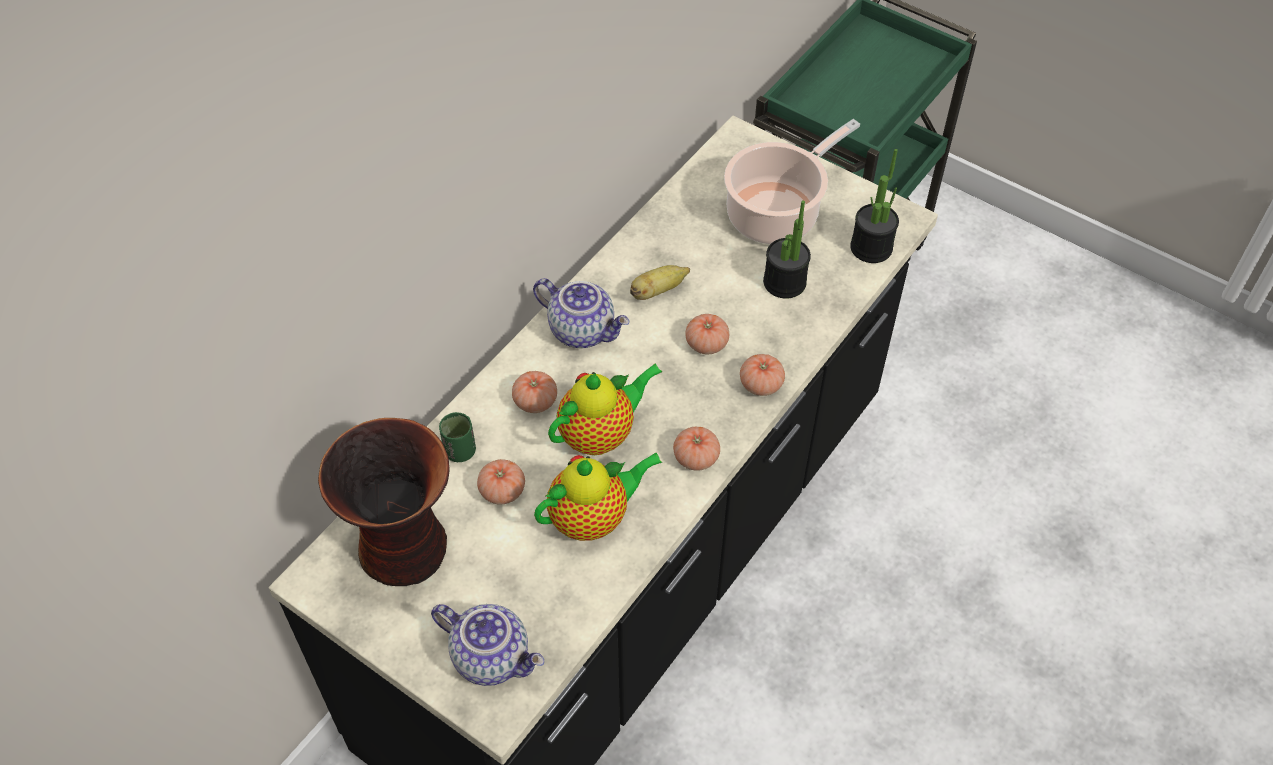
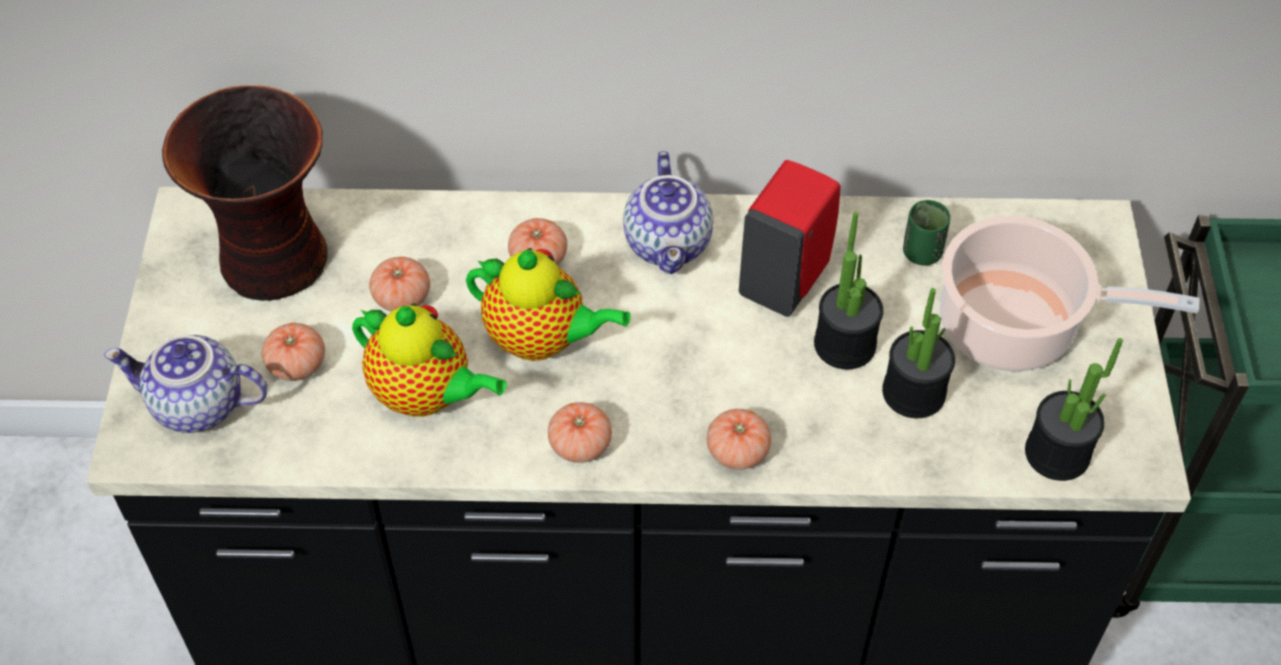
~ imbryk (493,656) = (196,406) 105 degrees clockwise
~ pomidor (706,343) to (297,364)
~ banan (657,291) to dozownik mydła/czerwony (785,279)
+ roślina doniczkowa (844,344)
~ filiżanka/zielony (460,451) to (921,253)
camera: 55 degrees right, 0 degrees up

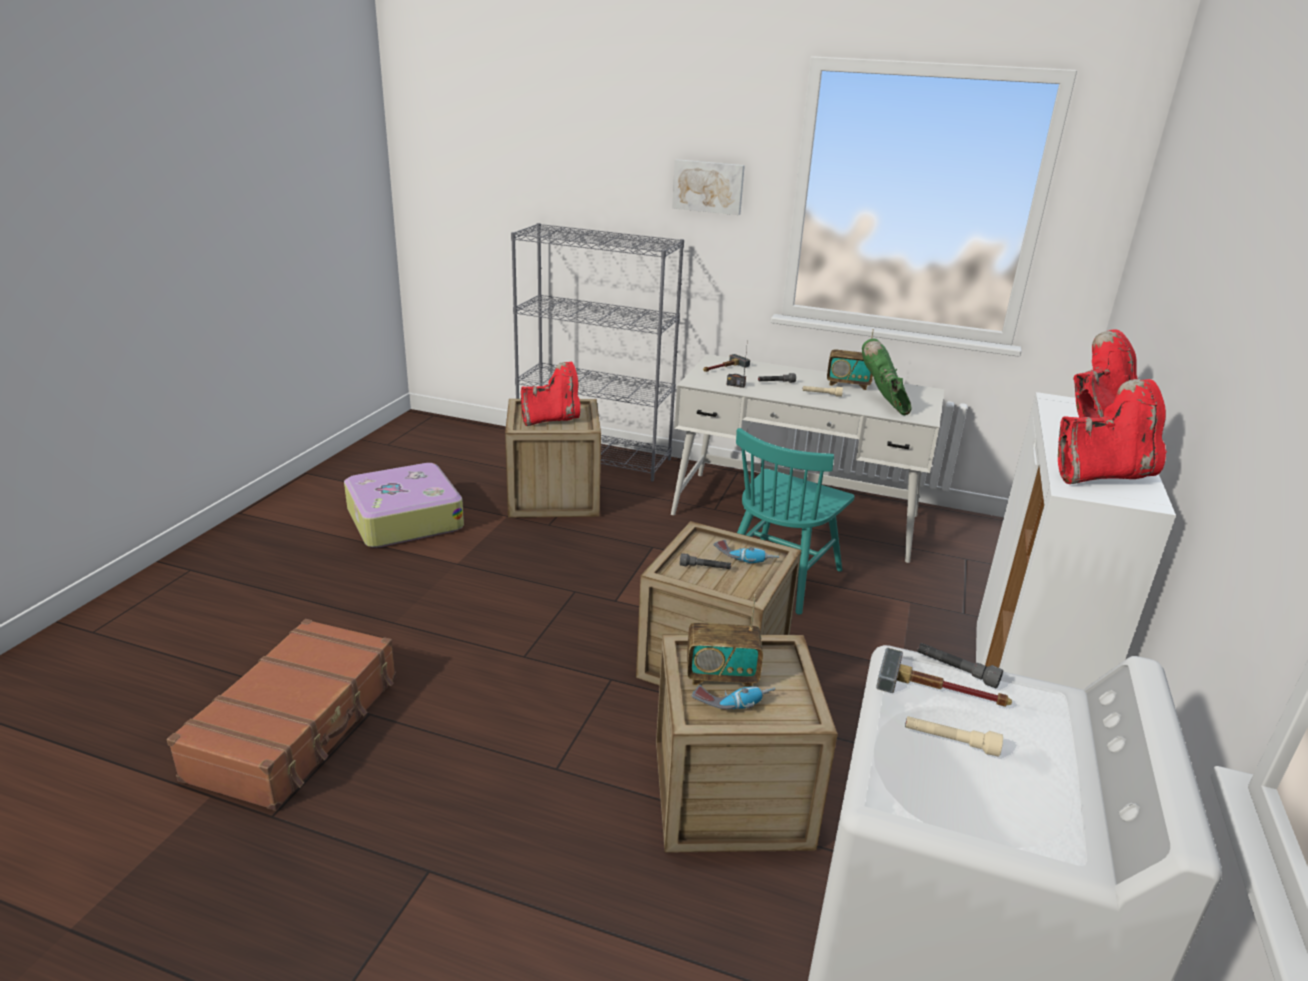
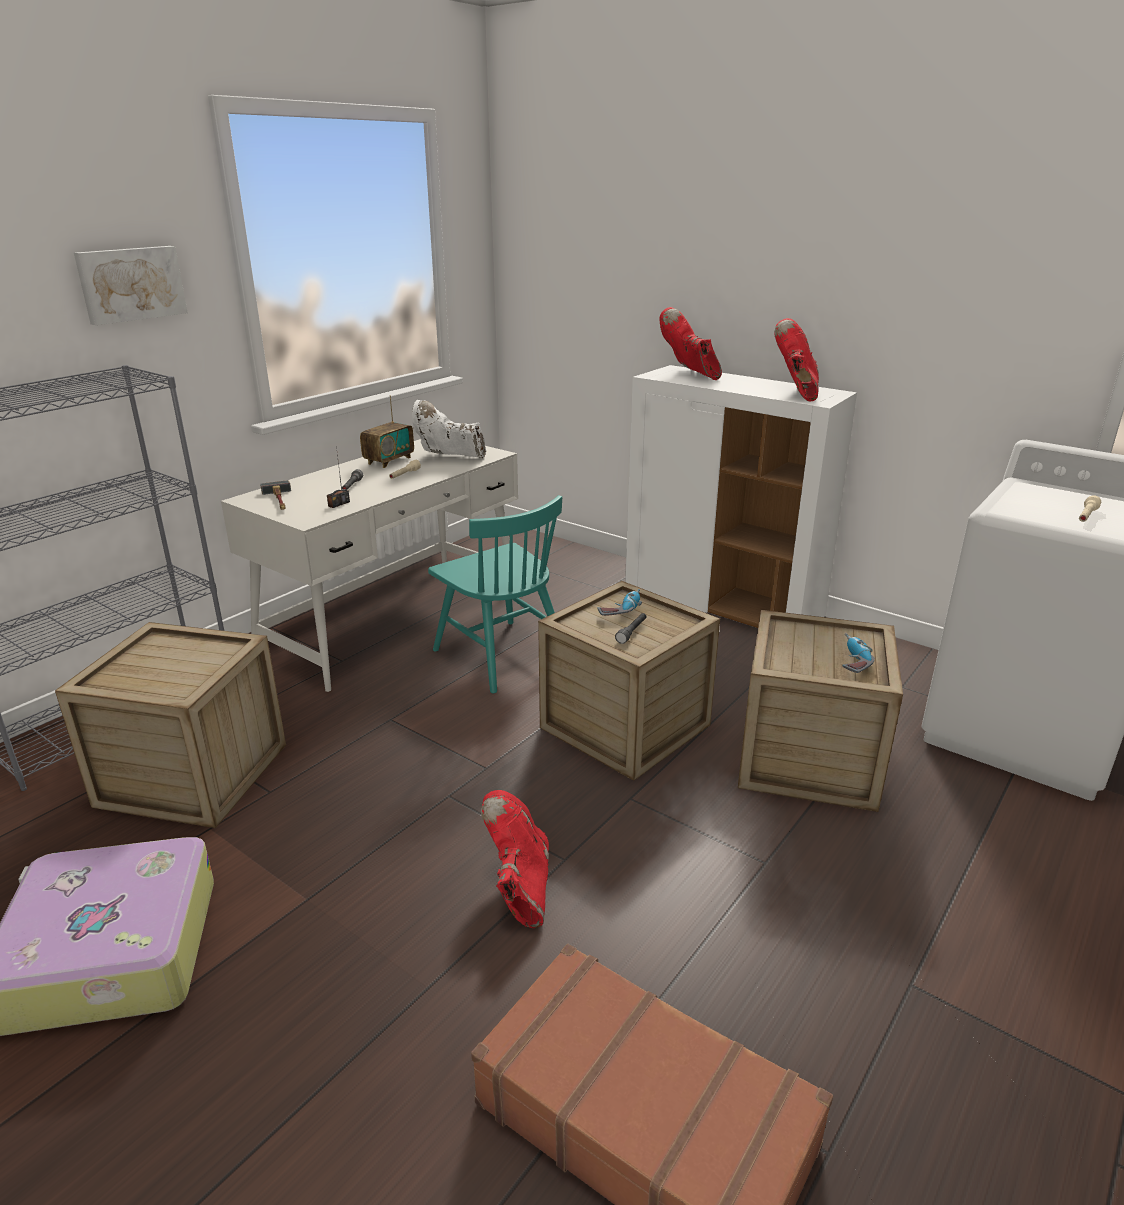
~ but z cholewką/zielony (884,403) to but z cholewką/biały (449,458)
~ but z cholewką/czerwony (552,419) to (520,889)
- radio (721,675)
- młotek (943,691)
- latarka/szary (956,671)
camera: 70 degrees left, 0 degrees up

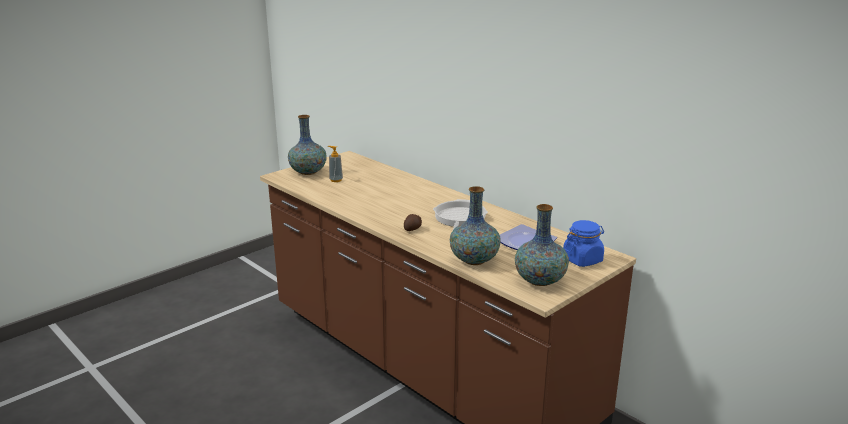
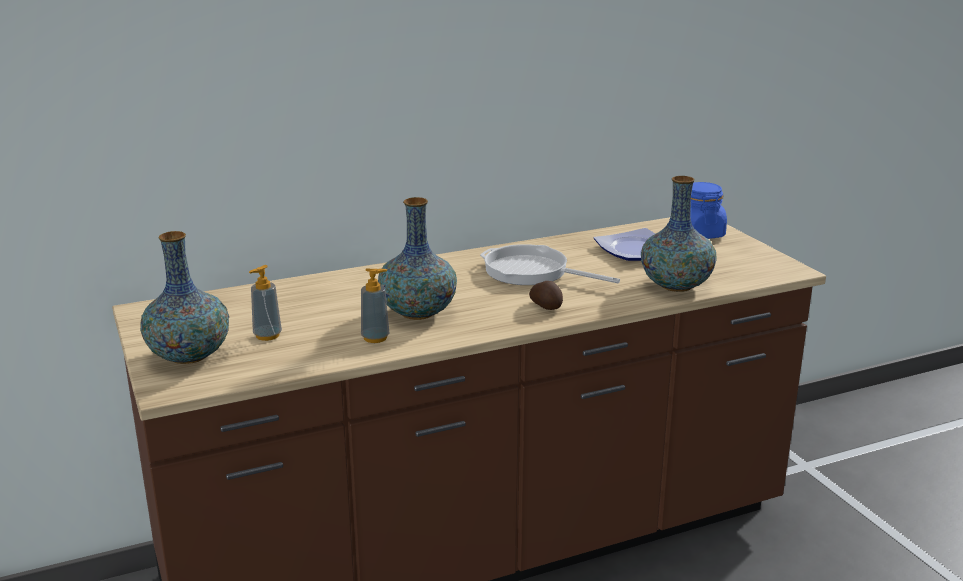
+ dozownik mydła (375,338)
~ wazon (540,280) to (418,313)
camera: 70 degrees left, 0 degrees up

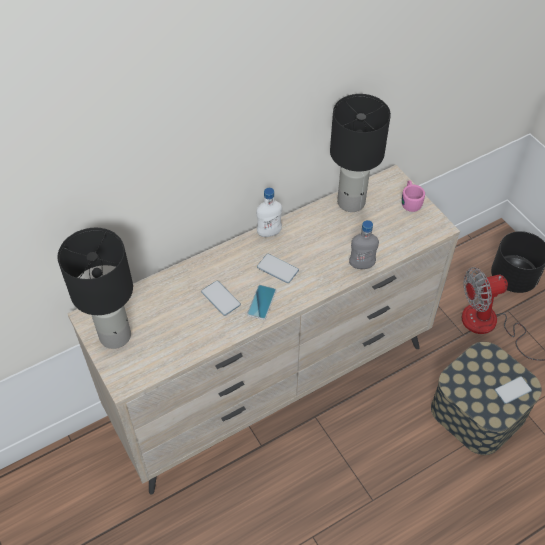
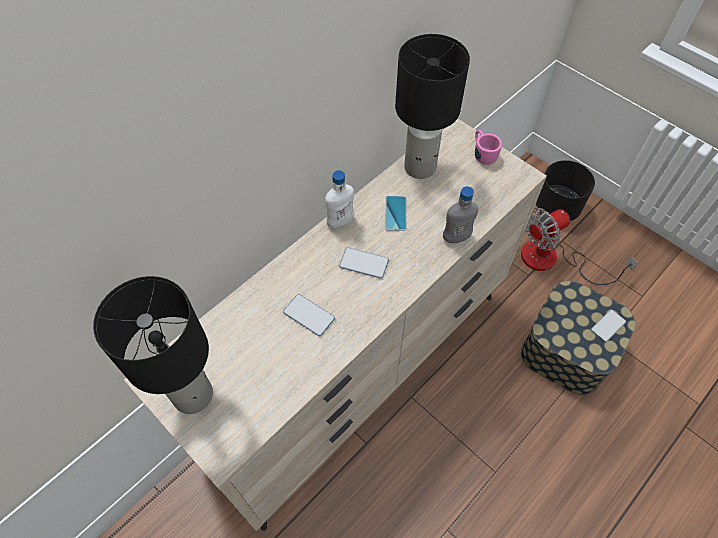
~ telefon (261,302) to (395,213)
camera: 15 degrees left, 5 degrees up

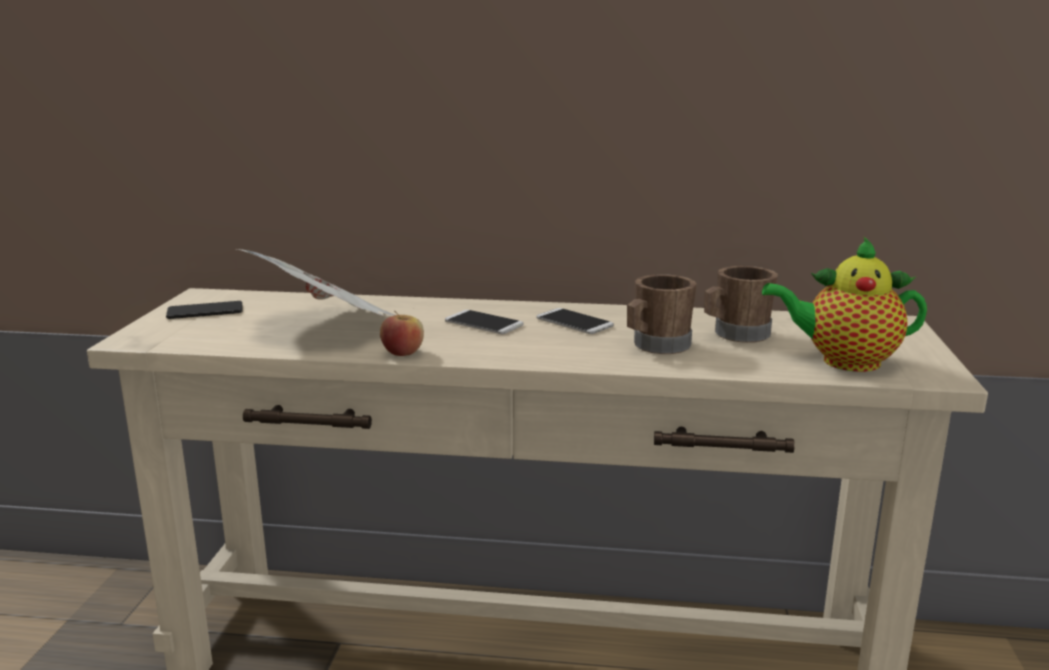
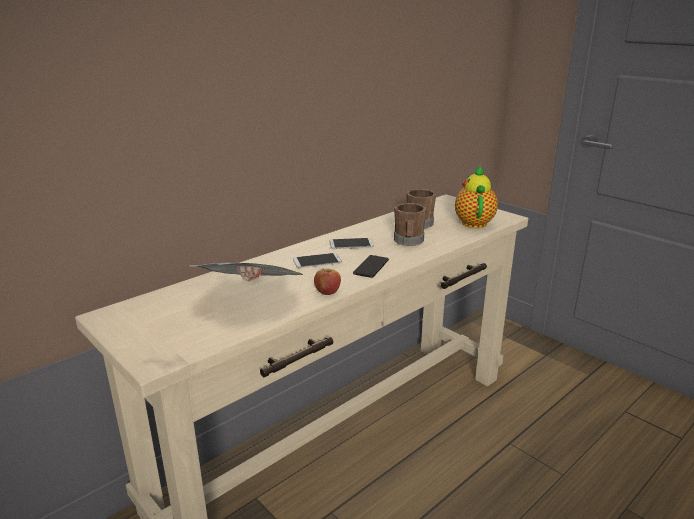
~ telefon (205,311) to (371,267)
~ imbryk (844,361) = (473,222) 135 degrees clockwise
camera: 50 degrees left, 5 degrees up

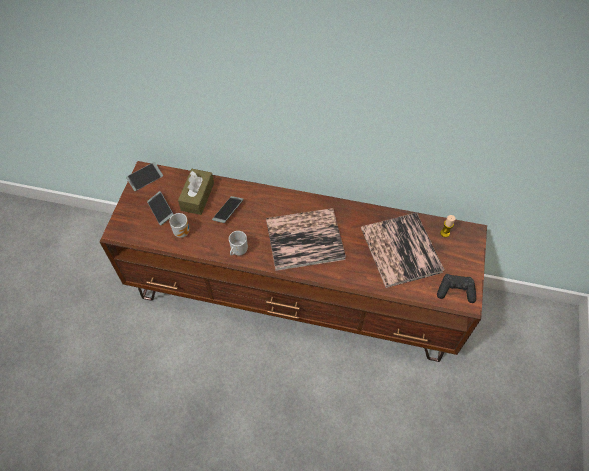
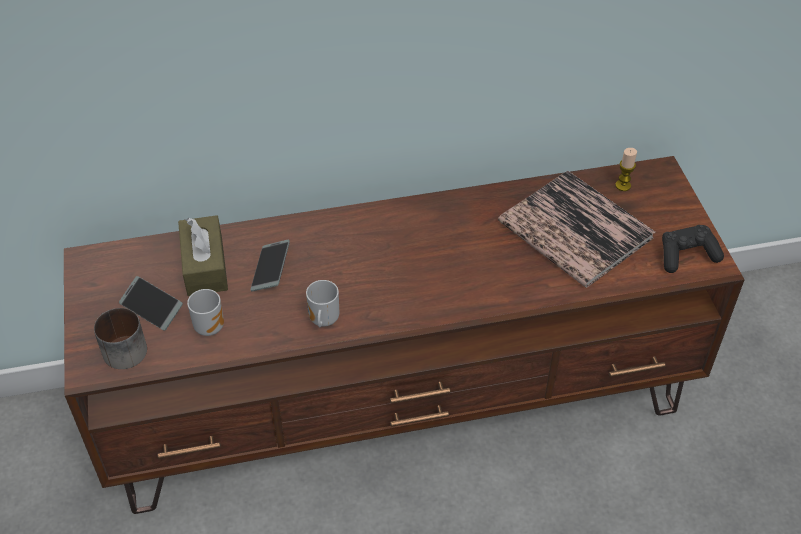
+ kubek (120,349)
- telefon (145,179)
- książka (305,239)
camera: 25 degrees left, 10 degrees down

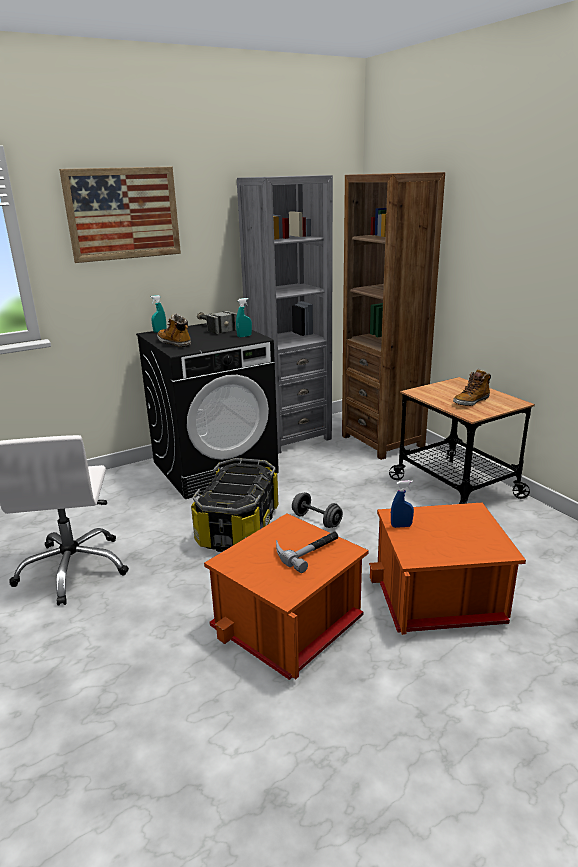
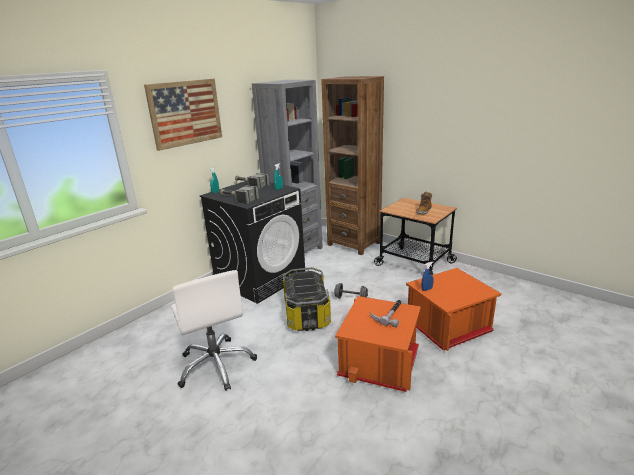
~ but z cholewką (175,343) to młotek (237,199)
camera: 20 degrees left, 0 degrees up

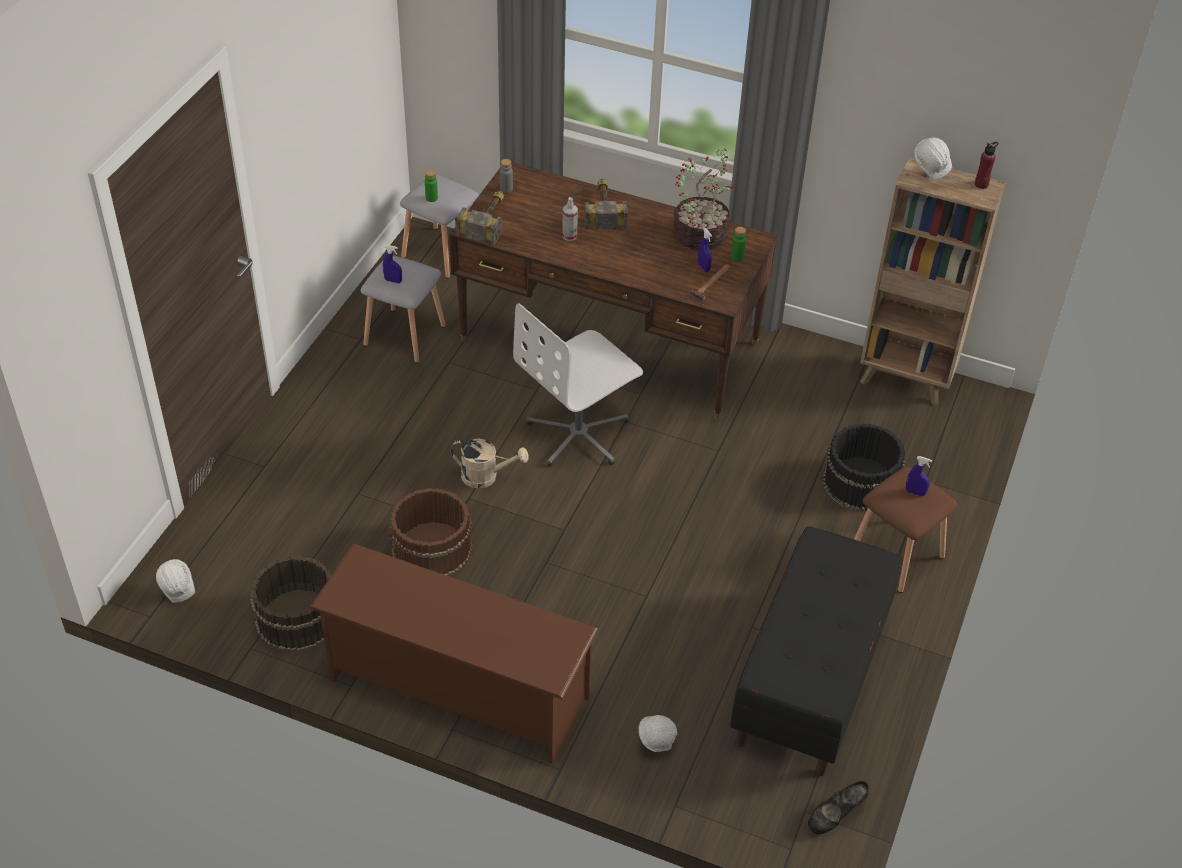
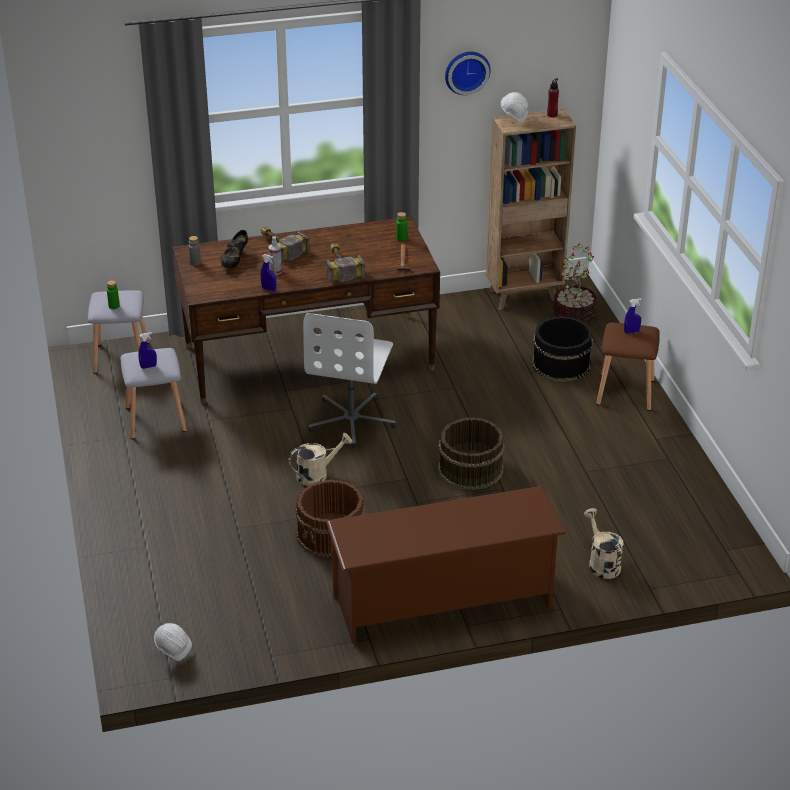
~ but/czarny (835,816) to (235,261)
~ spryskiwacz/niebieski (703,267) to (269,289)
~ młotek (488,219) to (340,266)
~ wiadro/brązowy (297,618) to (470,469)
+ zegar ścienny (466,71)
~ roślina doniczkowa (701,235) to (574,314)
~ kask/biały (656,743) to konewka/beżowy (601,563)
- ławka/czarny (811,680)
camera: 35 degrees left, 10 degrees down

